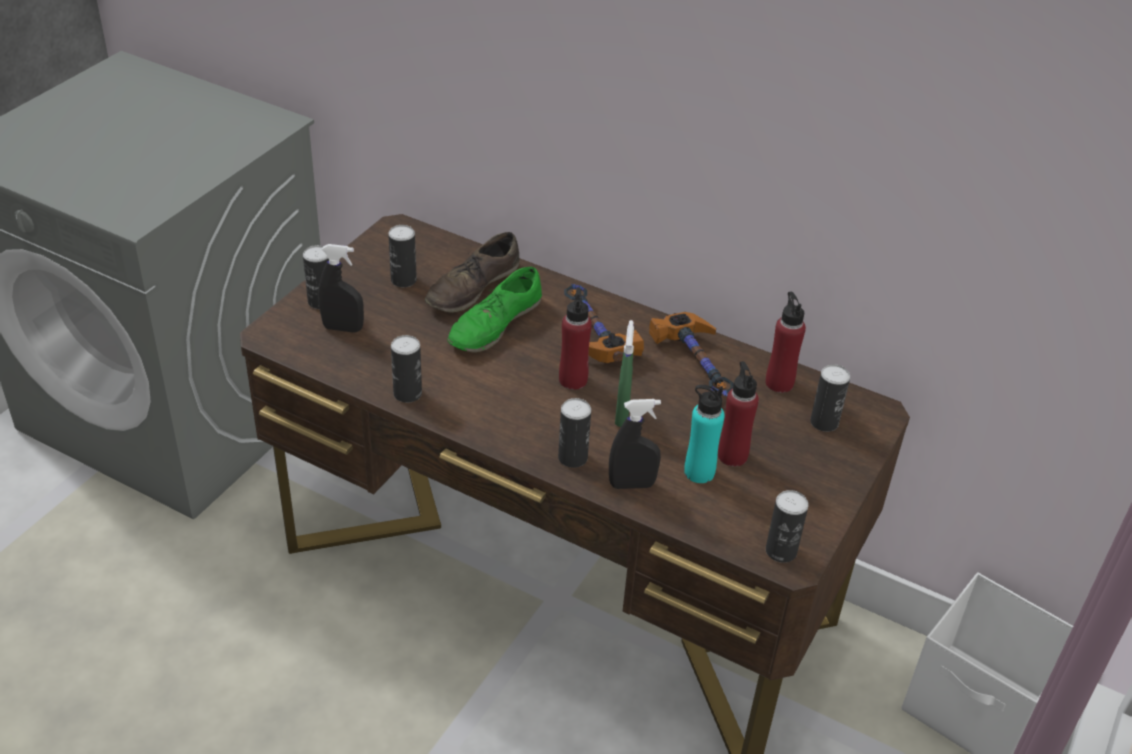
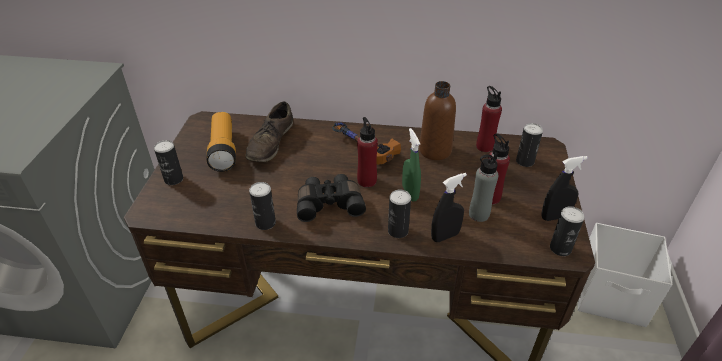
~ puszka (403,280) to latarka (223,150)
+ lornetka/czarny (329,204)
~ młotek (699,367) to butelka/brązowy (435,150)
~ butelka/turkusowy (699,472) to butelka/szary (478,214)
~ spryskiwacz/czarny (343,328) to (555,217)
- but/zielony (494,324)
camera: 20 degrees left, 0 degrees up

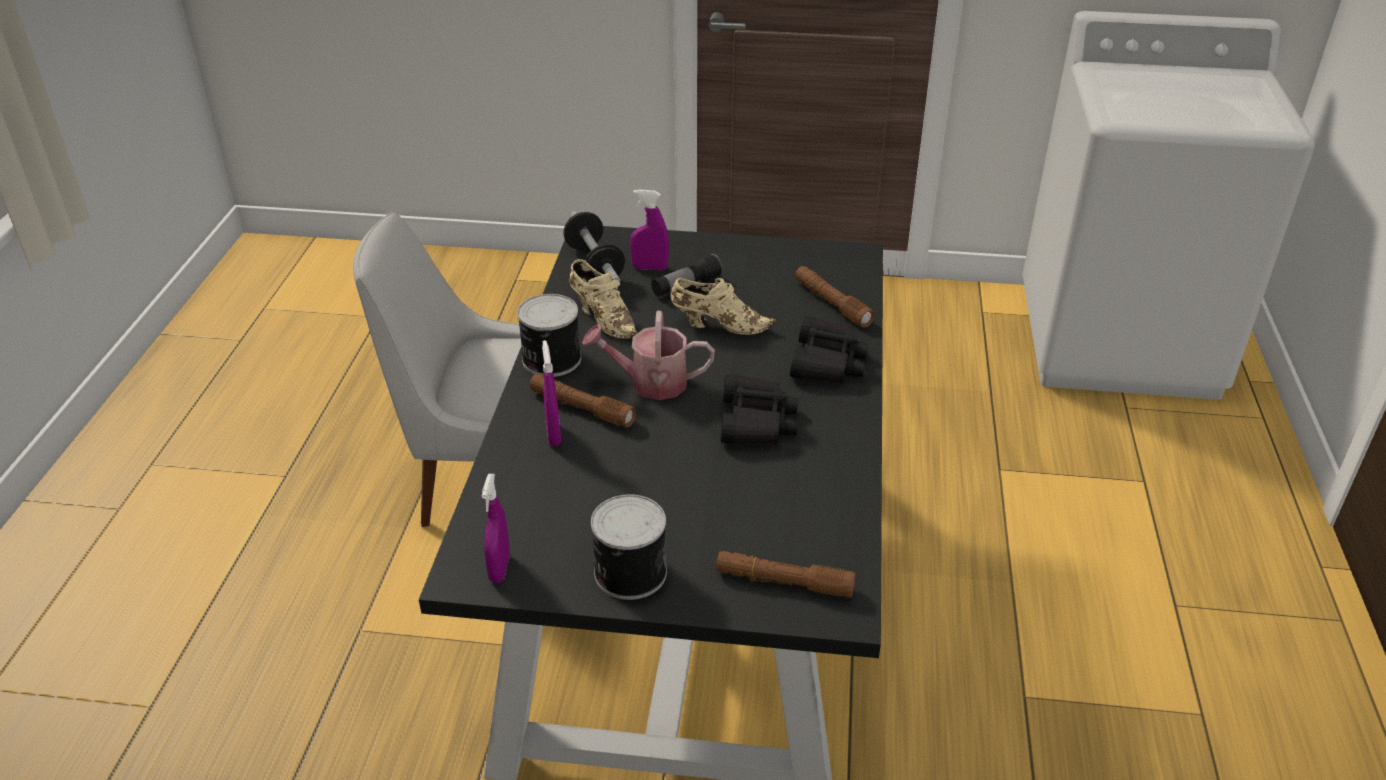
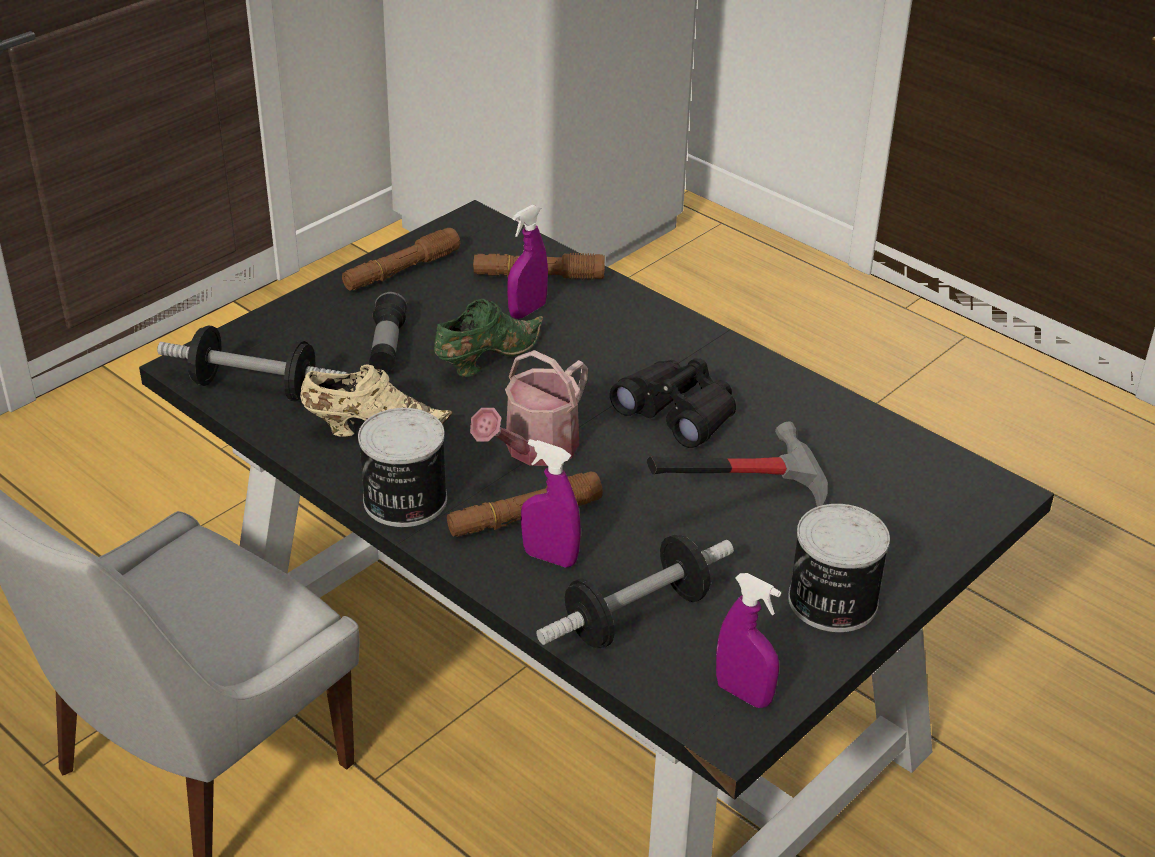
~ latarka/brązowy (783,582) to (401,270)
~ but/beżowy (718,325) to but/zielony (486,359)
~ spryskiwacz/fioletowy (650,268) to (527,310)
+ hantel (636,616)
+ młotek (741,493)
- lornetka/czarny (827,362)
camera: 55 degrees left, 0 degrees up

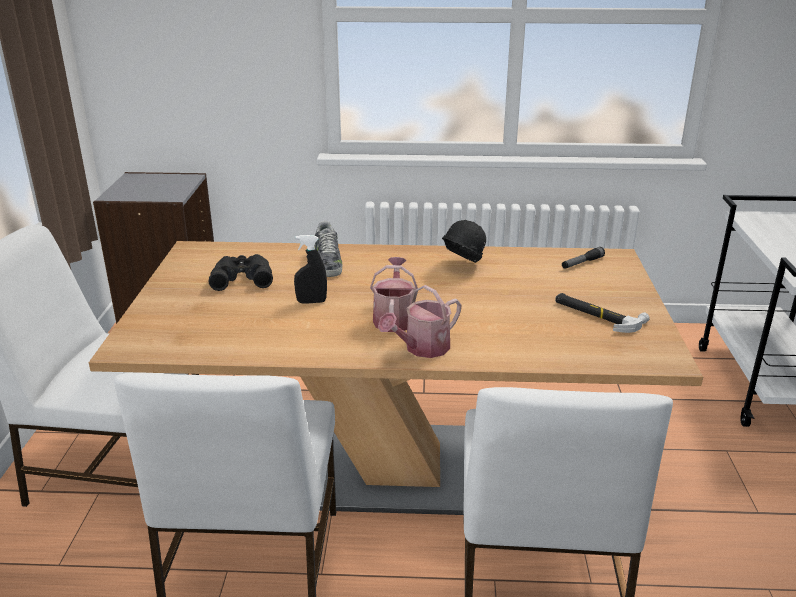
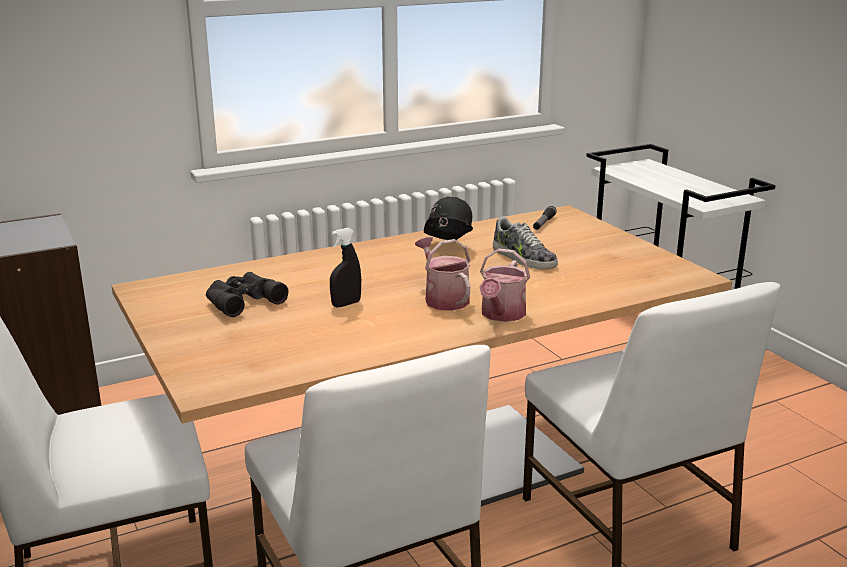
~ but (327,262) to (523,258)
- młotek (597,315)
camera: 30 degrees left, 5 degrees down

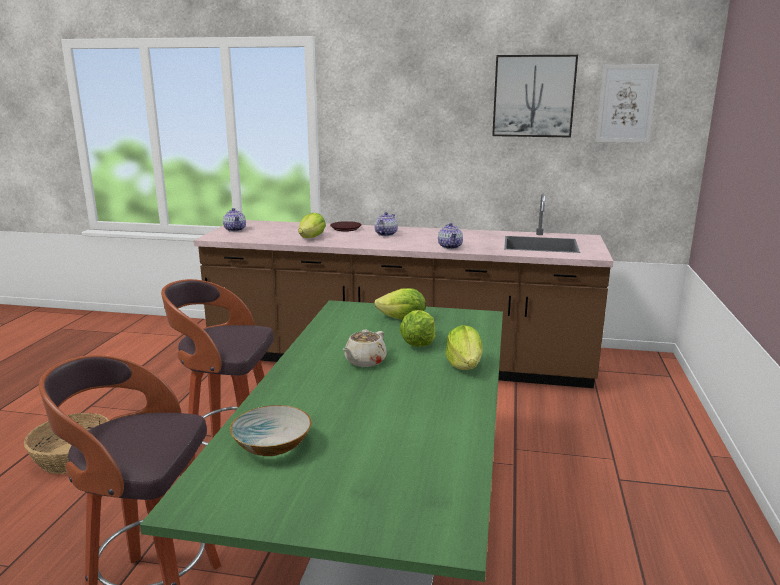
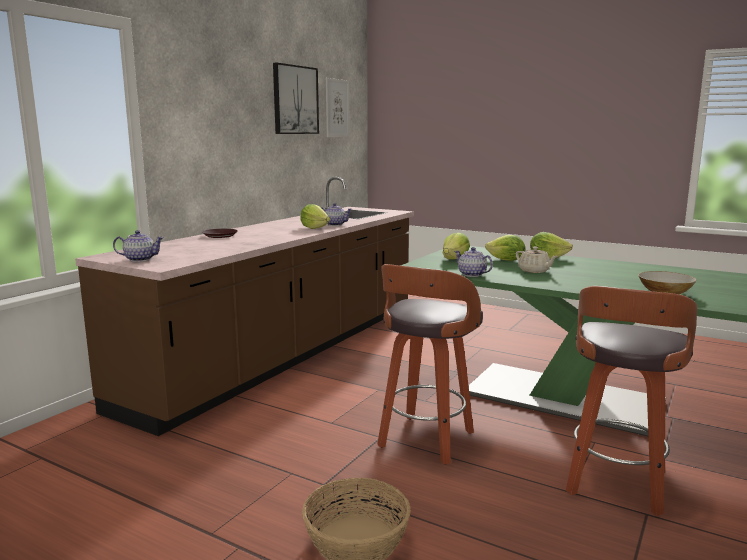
~ sałata (312,238) to (314,228)
~ imbryk (385,234) to (472,274)
camera: 70 degrees left, 5 degrees down

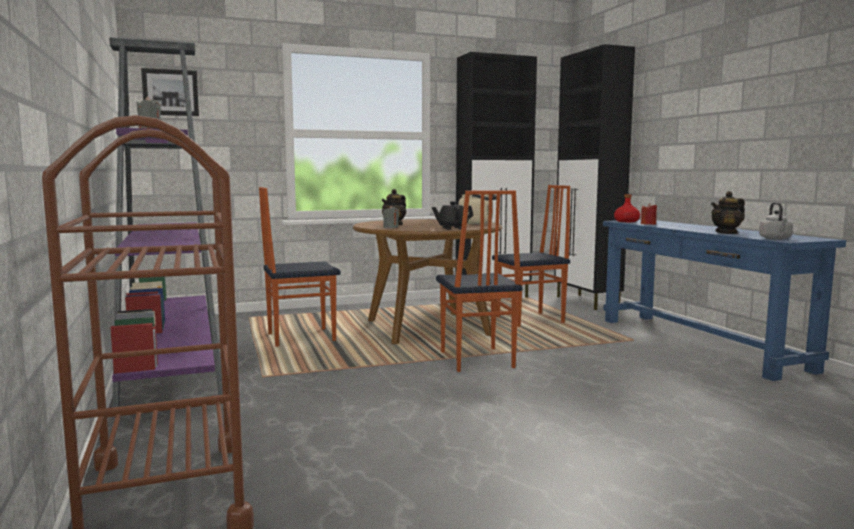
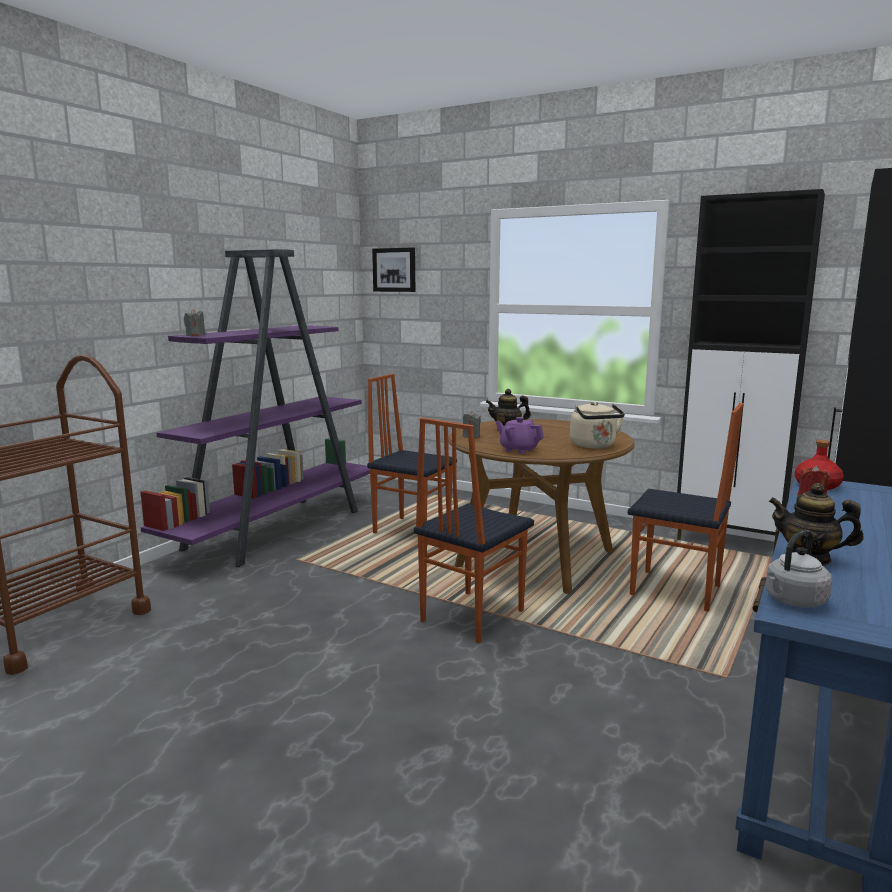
~ imbryk/czarny (452,228) to imbryk/fioletowy (518,450)
camera: 50 degrees right, 5 degrees up

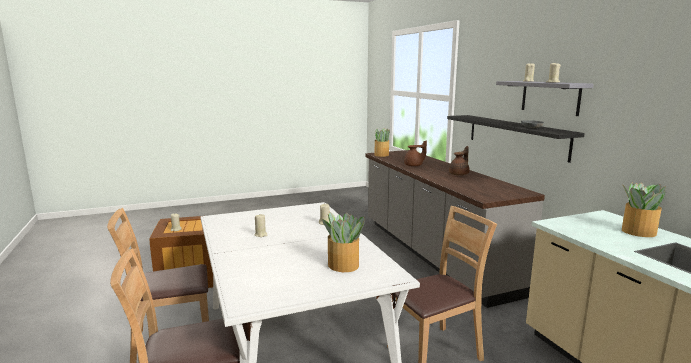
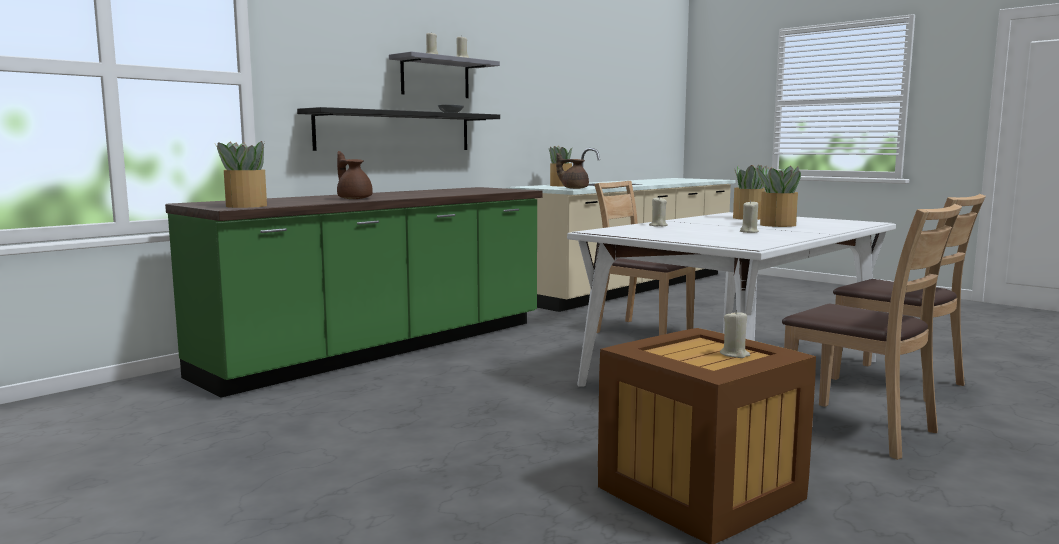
~ zabudowa kuchenna/szary (432,254) to zabudowa kuchenna/zielony (383,348)
~ imbryk/brązowy (459,174) to (574,188)
+ roślina doniczkowa (777,225)
camera: 115 degrees left, 5 degrees down

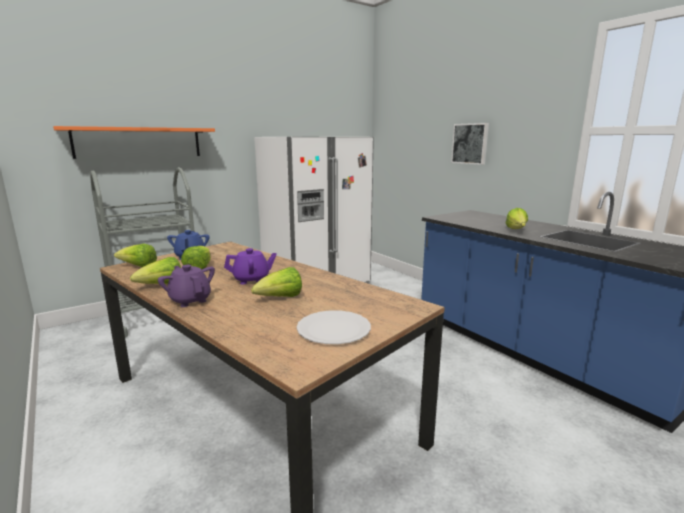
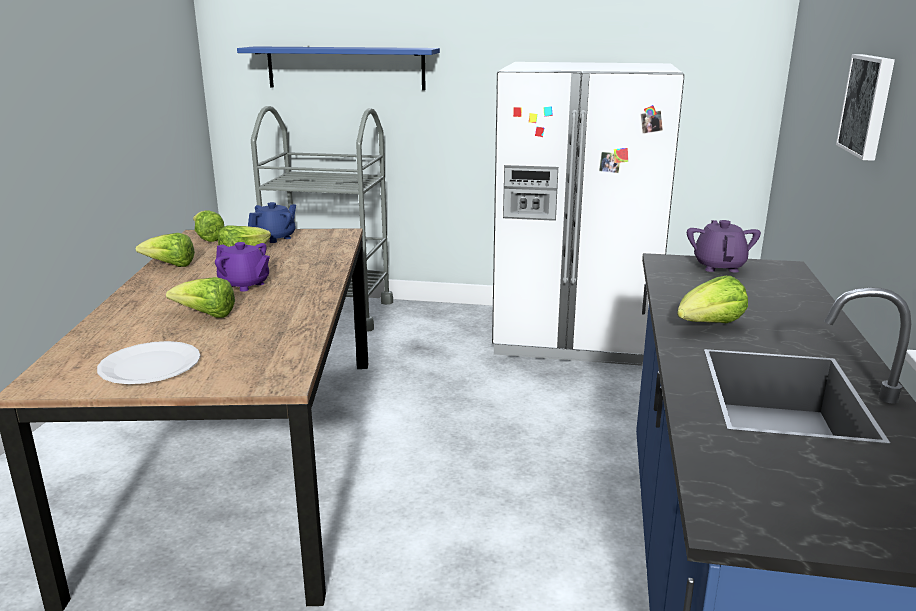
~ półka/pomarańczowy (139,142) to półka/niebieski (345,68)
~ imbryk/fioletowy (190,300) to (719,266)
camera: 45 degrees right, 5 degrees up

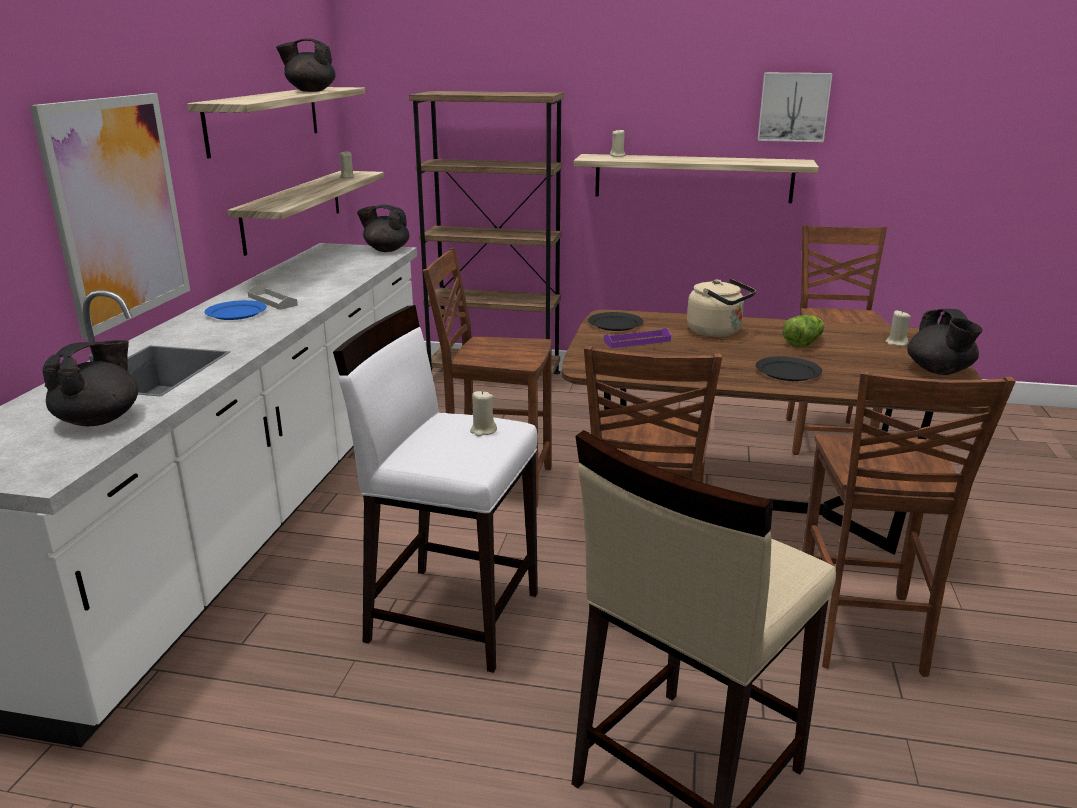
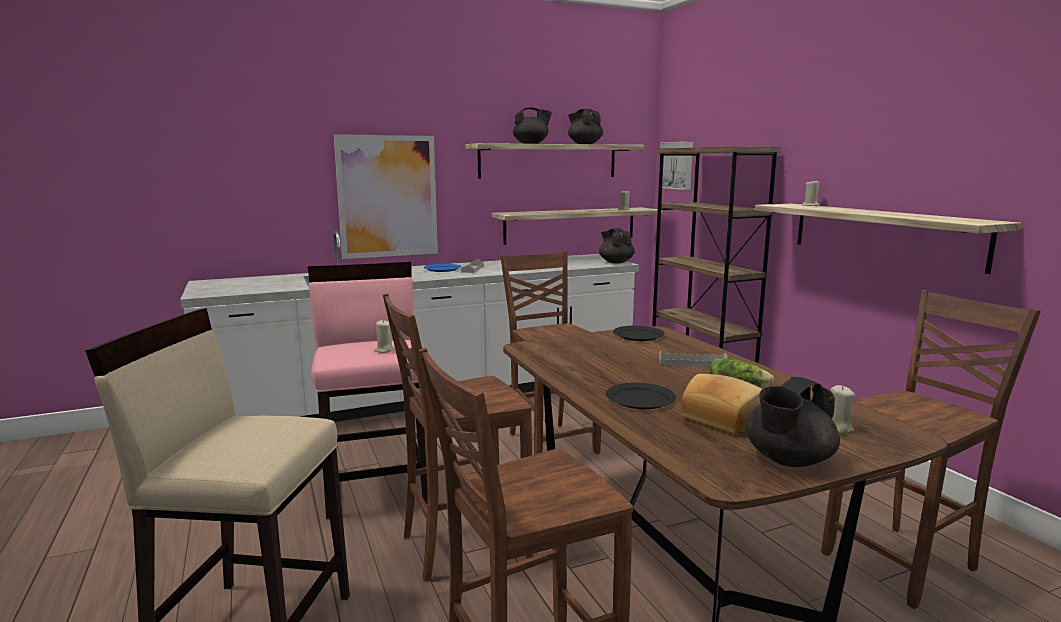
~ stołek/biały (452,615) to stołek/różowy (376,485)
~ imbryk/czarny (100,419) to (531,144)
~ czajnik/beżowy (717,332) to taca/szary (692,362)
~ obraz (793,107) to (677,165)
+ chleb (725,419)
- taca/fioletowy (637,341)
camera: 55 degrees right, 10 degrees down

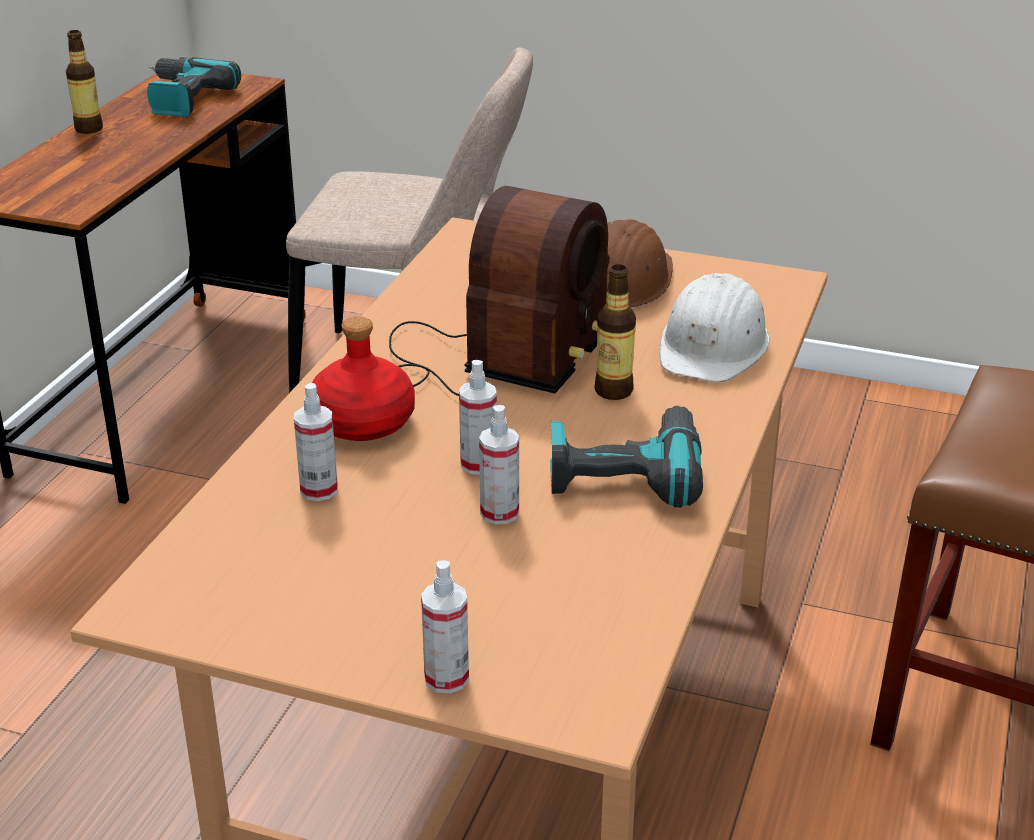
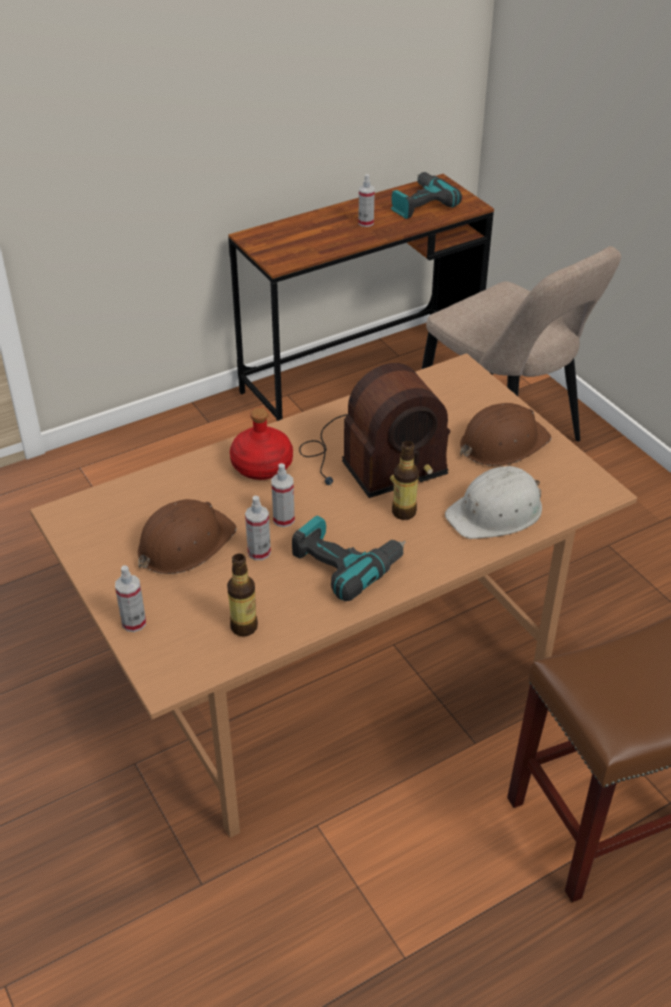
+ kask/brązowy (184,543)
~ butelka (89,129) to (244,627)
~ spryskiwacz (319,490) to (366,223)
camera: 40 degrees right, 10 degrees up

